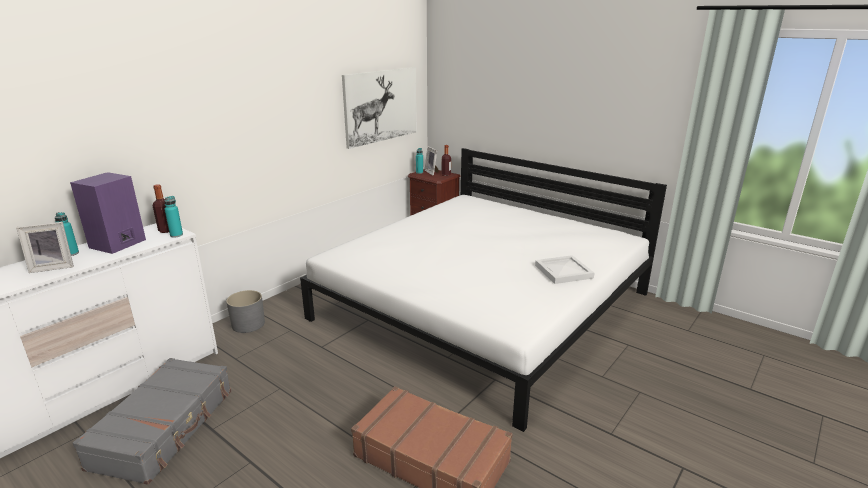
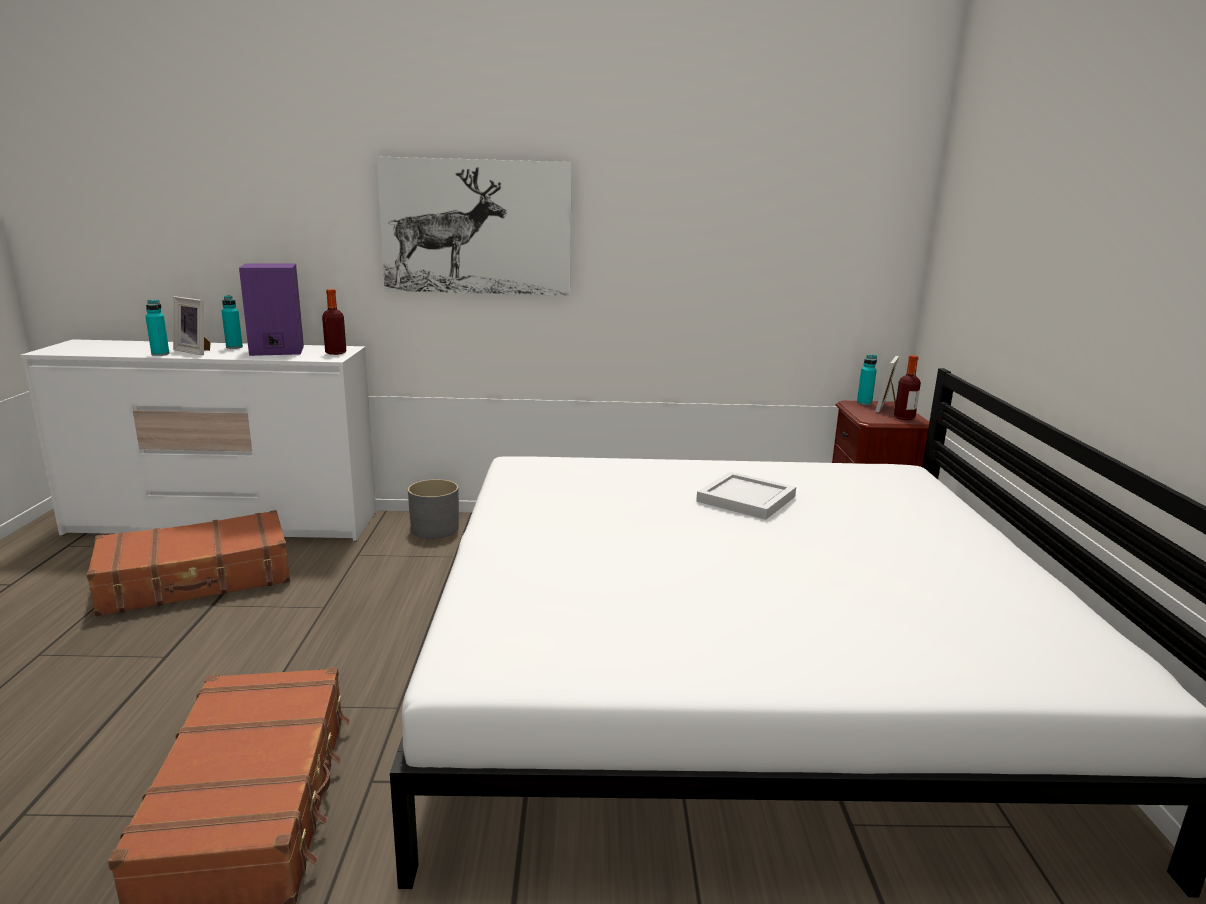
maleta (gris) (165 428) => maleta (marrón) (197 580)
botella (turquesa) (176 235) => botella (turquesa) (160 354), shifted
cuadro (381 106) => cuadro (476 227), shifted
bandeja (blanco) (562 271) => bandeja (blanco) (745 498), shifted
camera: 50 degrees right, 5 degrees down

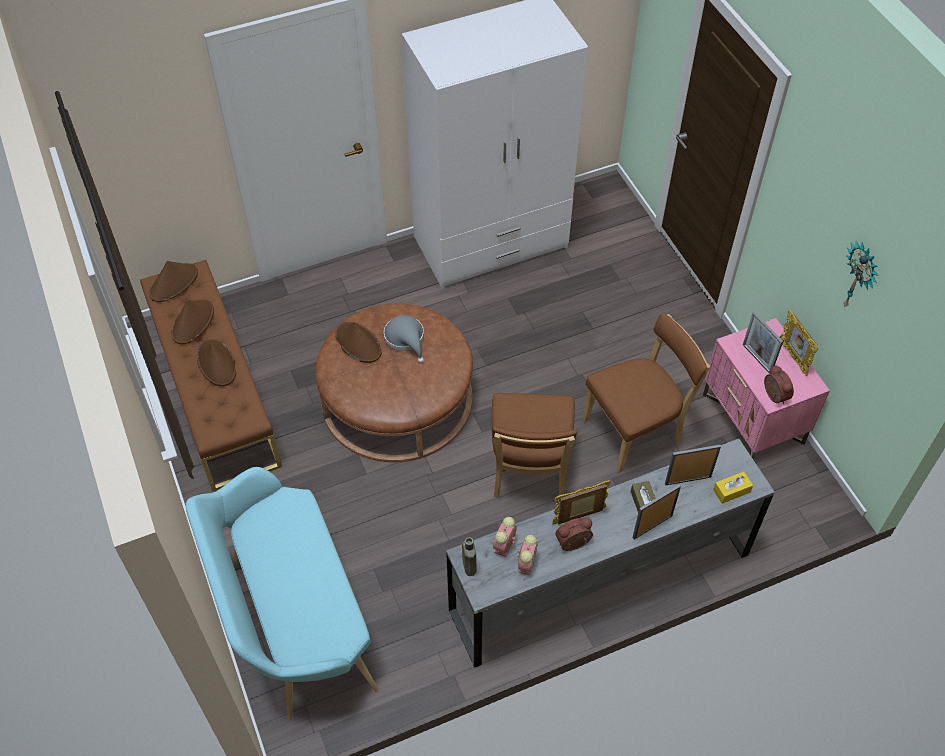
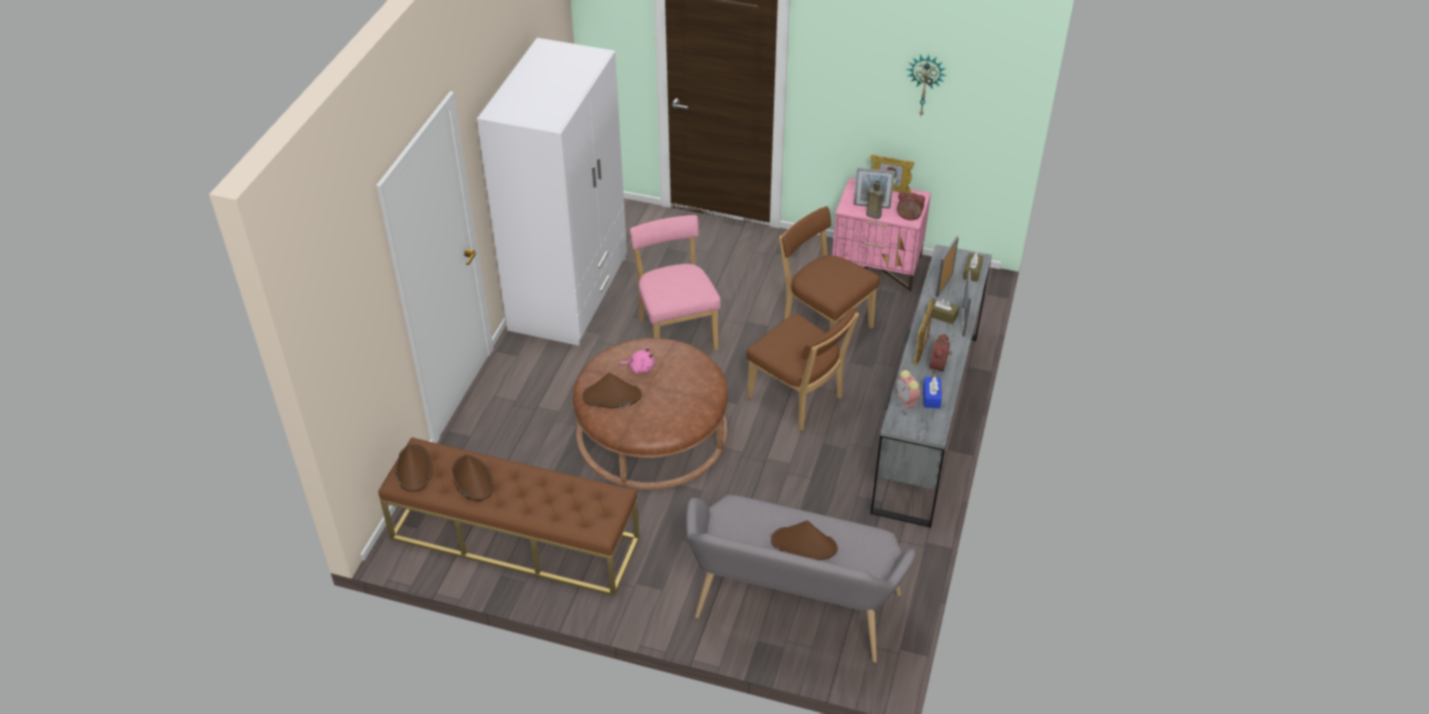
banco (turquesa) (293 622) => banco (gris) (792 612)
sombrero (marrón) (217 363) => sombrero (marrón) (804 544), shifted
sombrero (gris) (406 339) => peluche (rosa) (640 367)
botella (marrón) (469 565) => botella (marrón) (872 215), shifted
despertador (526 562) => caja de pañuelos (azul) (931 397)
silla (marrón) (636 430) => silla (marrón) (824 325), 60 degrees counterclockwise
caja de pañuelos (amarillo) (731 491) => caja de pañuelos (marrón) (972 271)
nothing => silla (rosa) (676 332)
camera: 50 degrees left, 10 degrees down

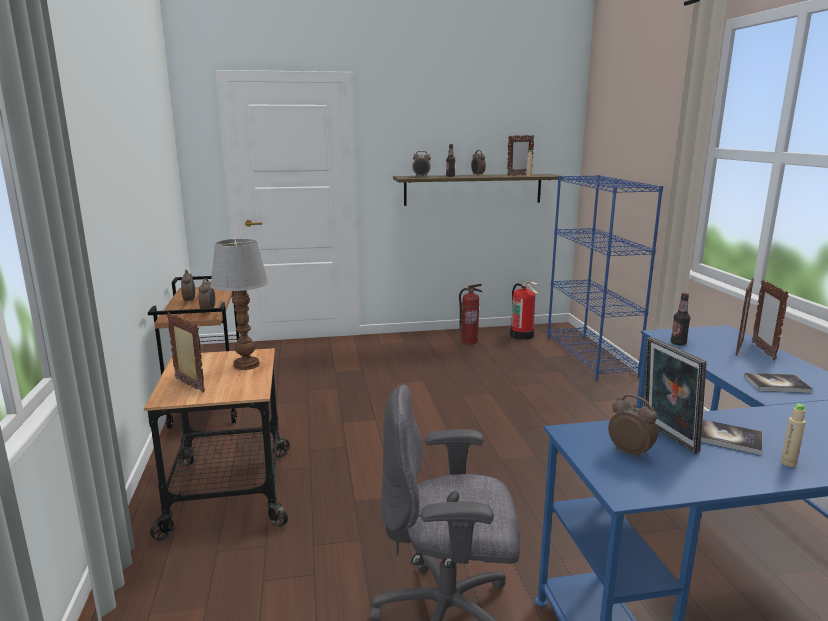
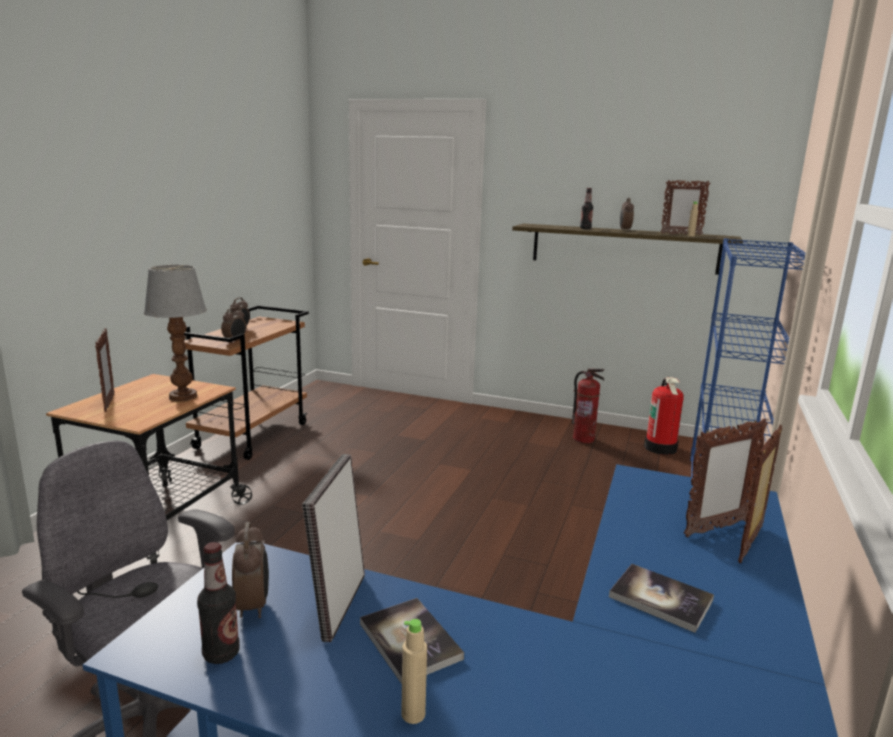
despertador (421 177) => nothing
botella (678 343) => botella (221 654), shifted
camera: 30 degrees right, 0 degrees up

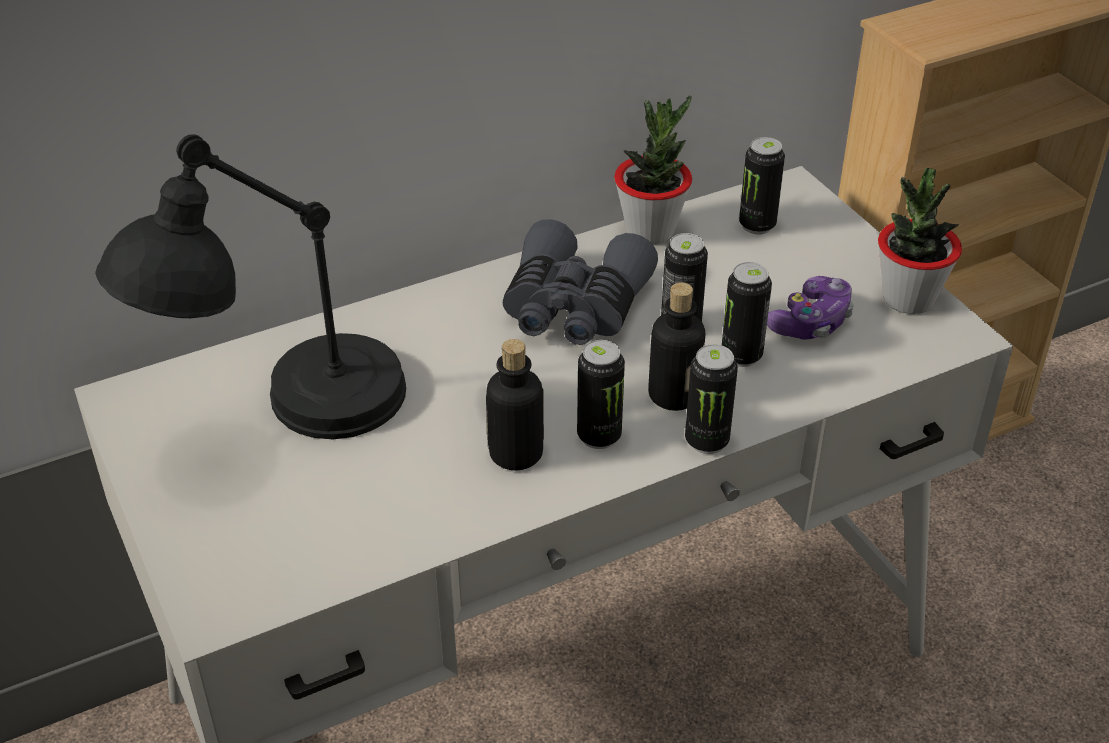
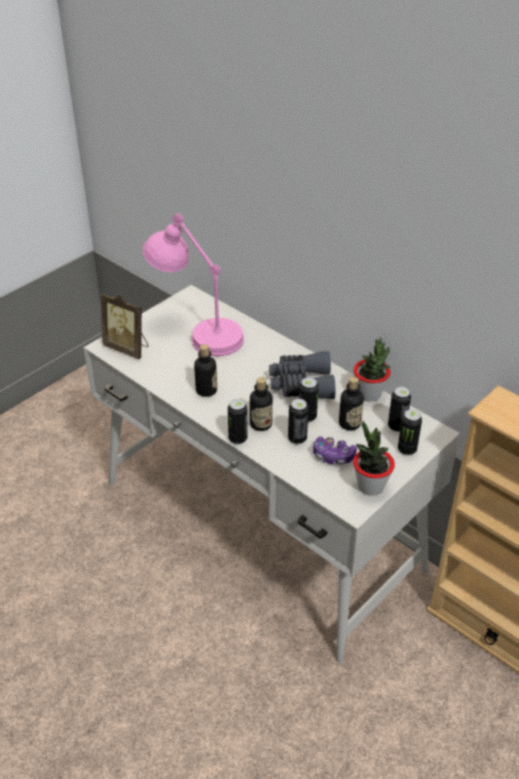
lámpara de mesa (negro) (283 420) => lámpara de mesa (rosa) (197 332)
lata (599 436) => lata (407 449), shifted
nothing => portarretratos (128 348)
nothing => botella (349 423)
camera: 70 degrees right, 0 degrees up

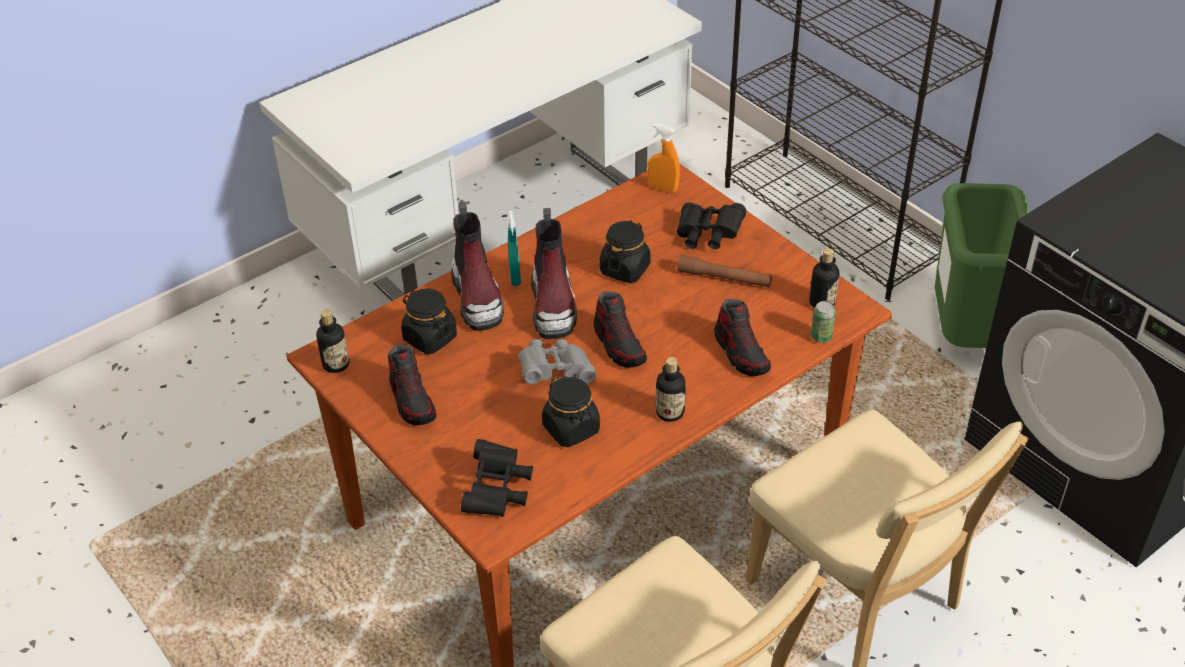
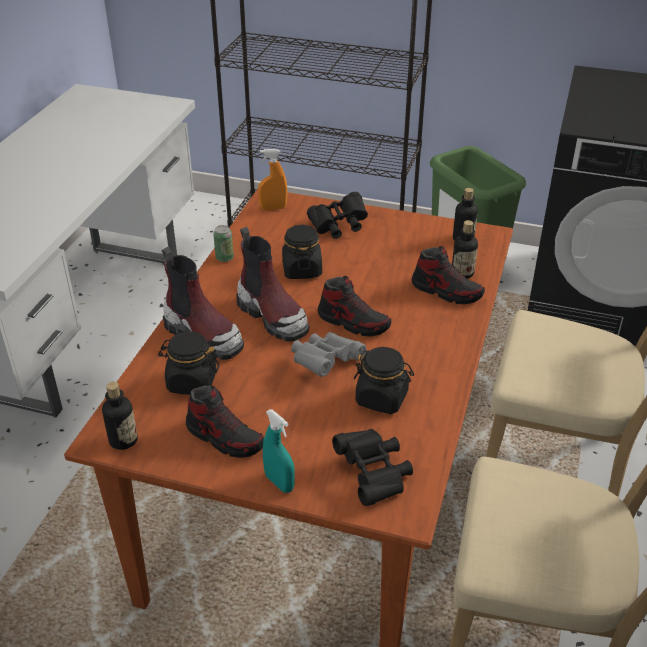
pulverizador (turquesa) (515 277) => pulverizador (turquesa) (279 483), shifted
botella (670 412) => botella (462 273), shifted
linterna (marrón) (724 278) => nothing
lata (821 337) => lata (224 258), shifted
camera: 35 degrees left, 5 degrees down

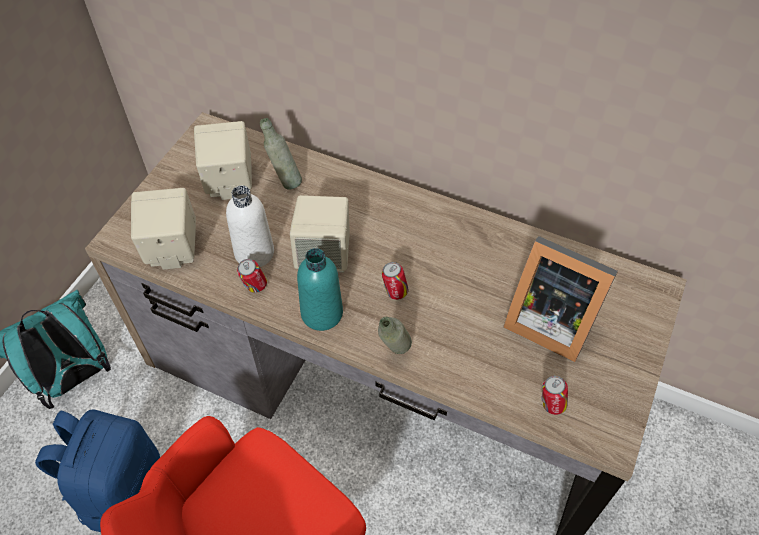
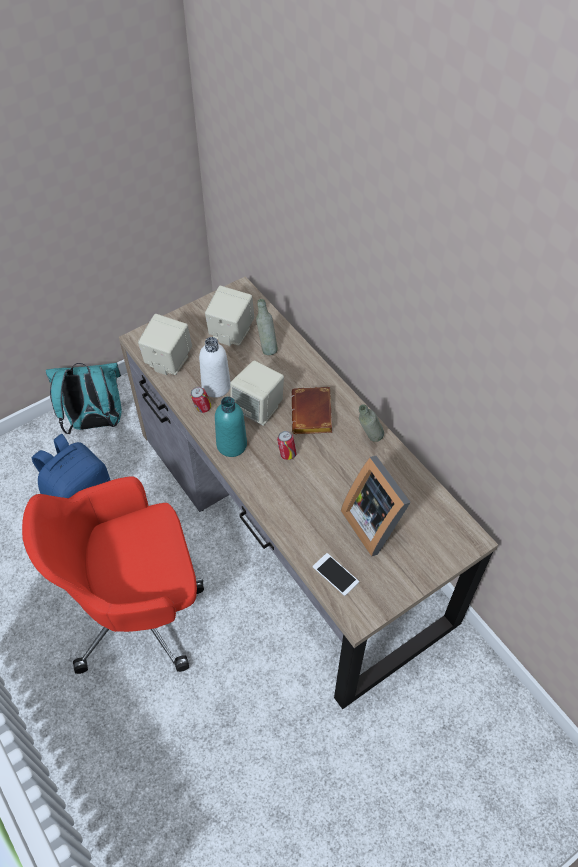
botella (gris) (394 354) => botella (gris) (368 439), shifted
lata (551 405) => móvil (335 574)
nothing => libro (marrón) (313 415)
camera: 30 degrees right, 0 degrees up

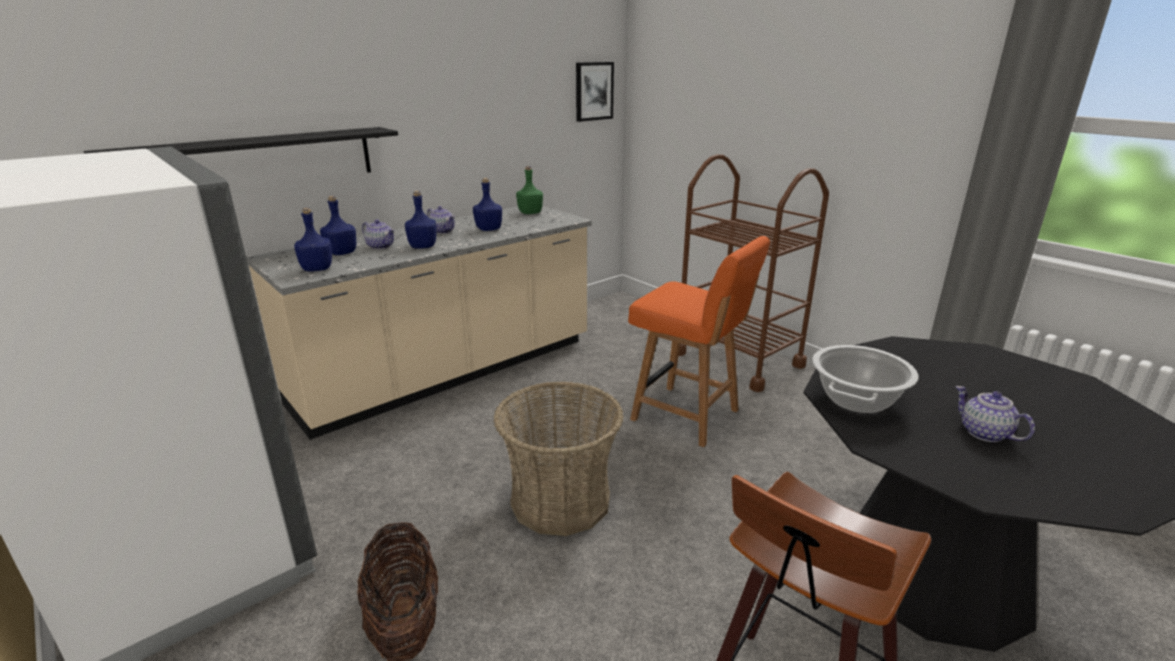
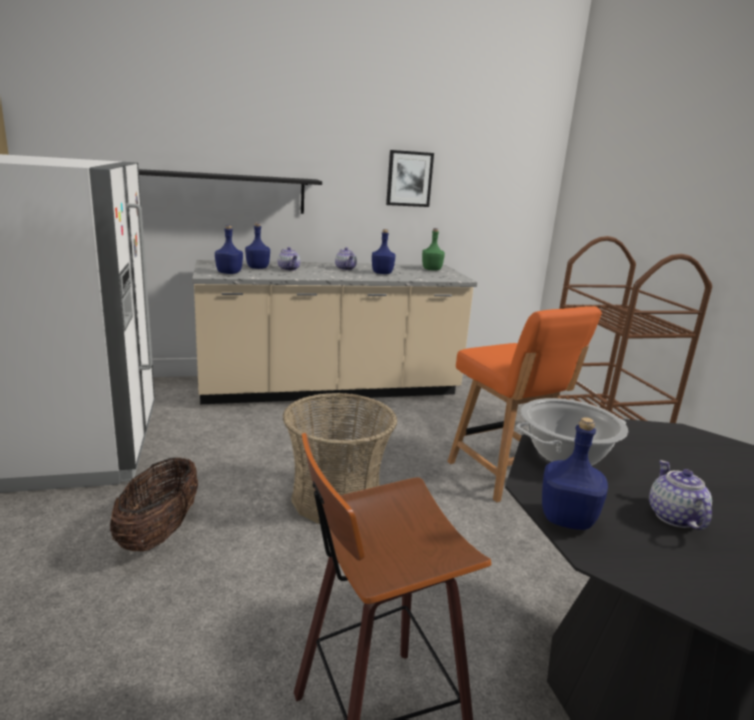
botella (azul) (423 246) => botella (azul) (568 519), shifted
cuadro (594 91) => cuadro (409 179), shifted
camera: 25 degrees right, 5 degrees down

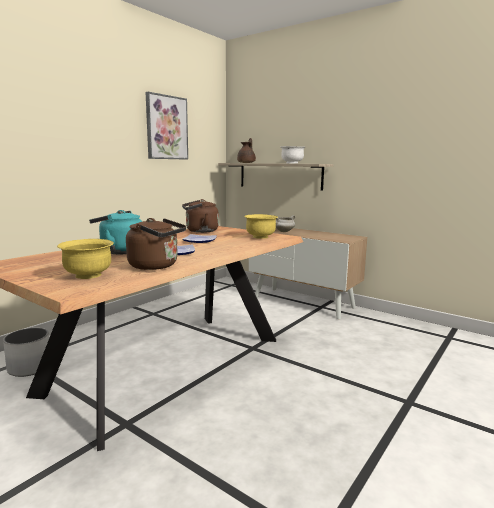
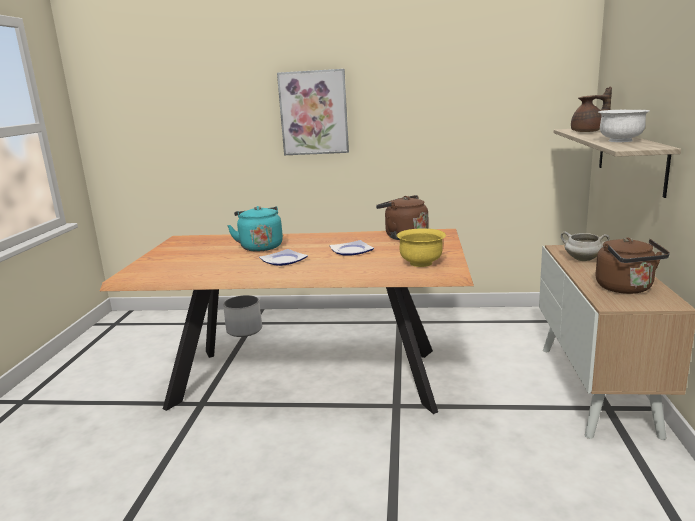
cuenco (amarillo) (88 275) => nothing
hervidor (marrón) (156 266) => hervidor (marrón) (626 289), shifted
cuadro (166 127) => cuadro (314 113), shifted
camera: 60 degrees right, 5 degrees up

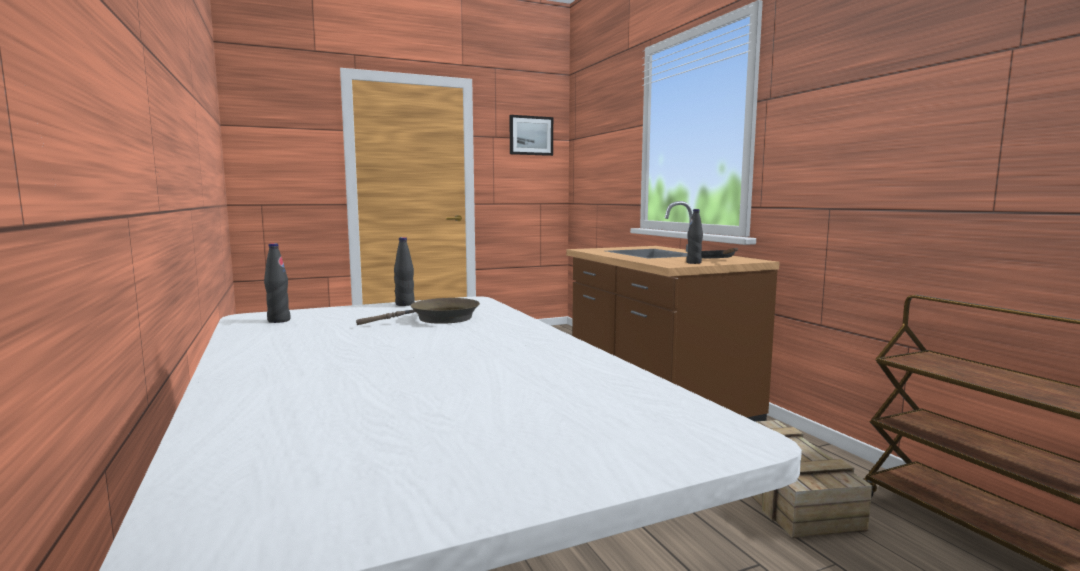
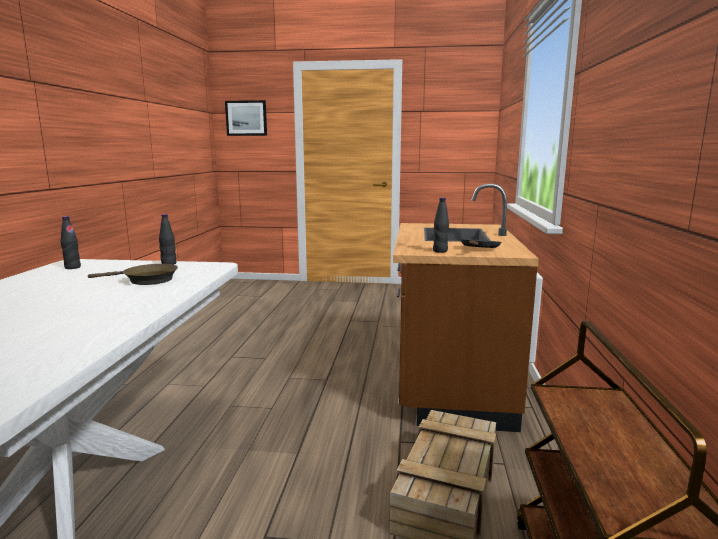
cuadro (531 135) => cuadro (246 118), shifted
camera: 30 degrees right, 5 degrees up

